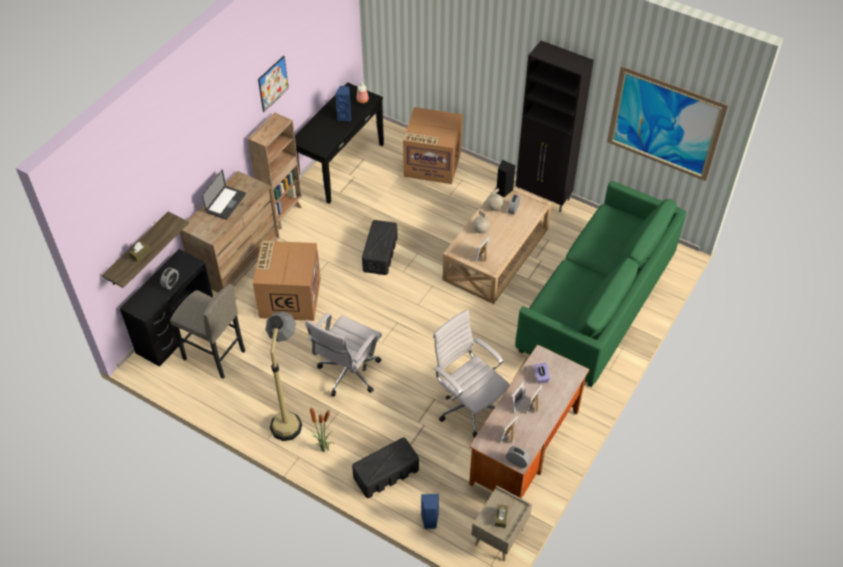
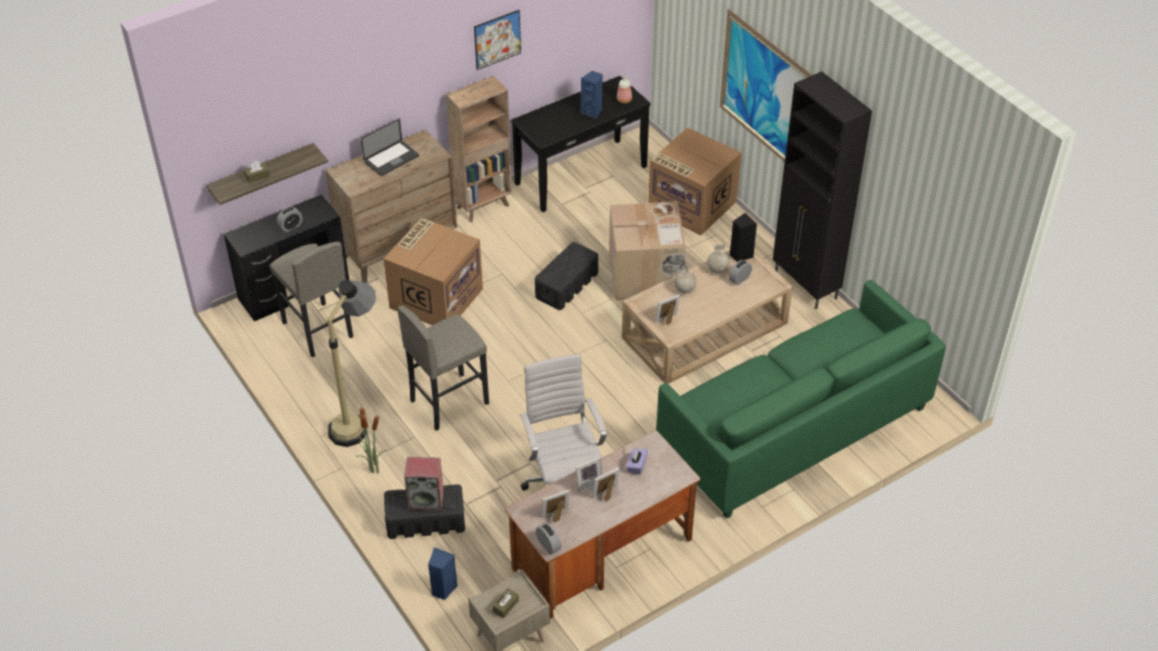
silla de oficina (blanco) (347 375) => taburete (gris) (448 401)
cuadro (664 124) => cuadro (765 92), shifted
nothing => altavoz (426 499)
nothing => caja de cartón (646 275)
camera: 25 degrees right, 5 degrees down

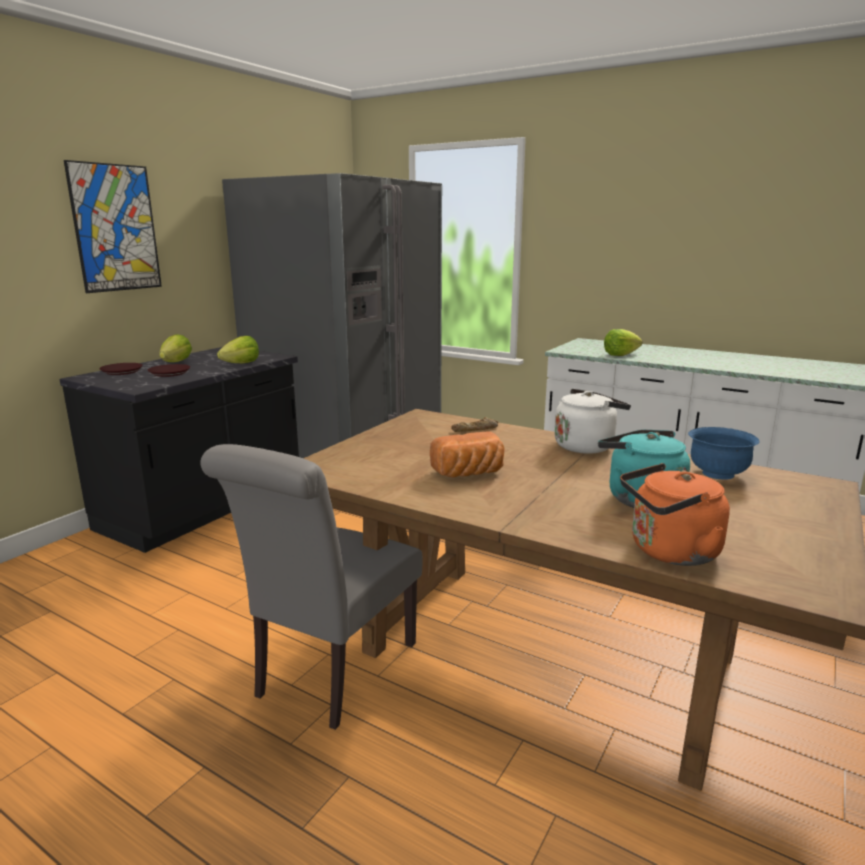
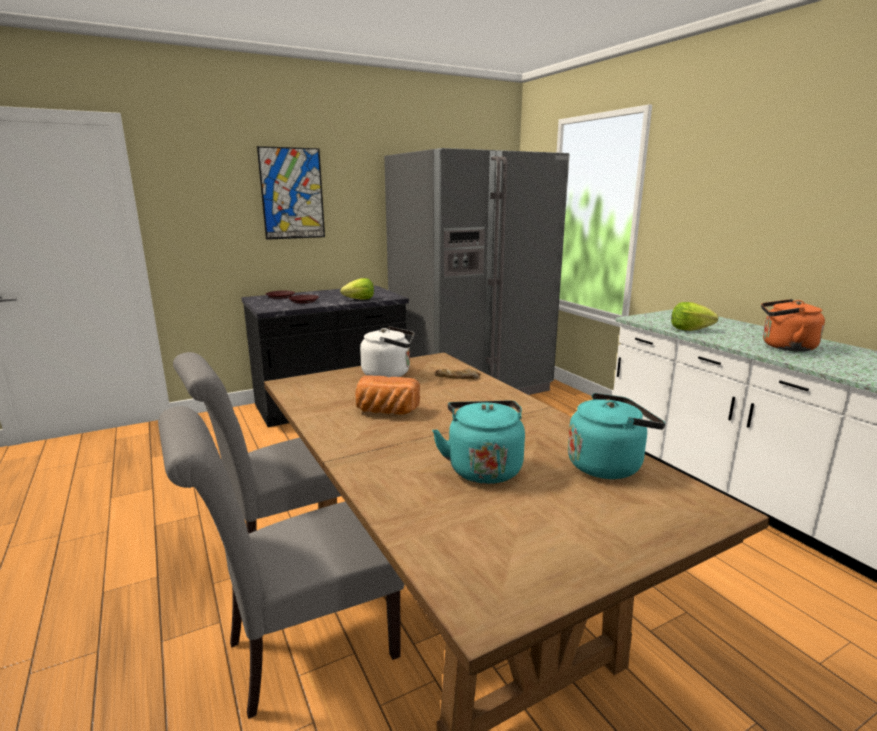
lechuga (176 362) => nothing
hervidor (blanco) (586 446) => hervidor (blanco) (389 374), shifted
hervidor (naranja) (669 552) => hervidor (naranja) (784 347), shifted
cuenco (azul) (717 474) => hervidor (turquesa) (608 465)
nothing => silla (gris) (301 652)
camera: 30 degrees right, 0 degrees up

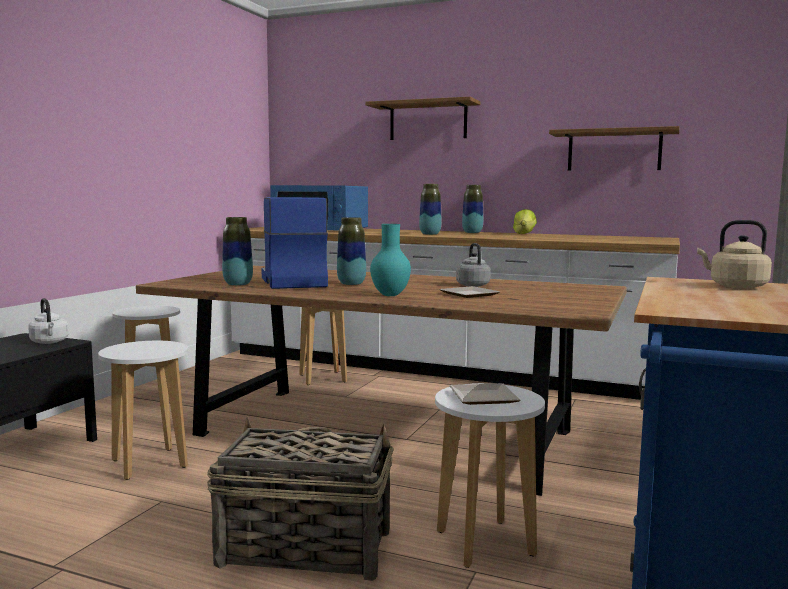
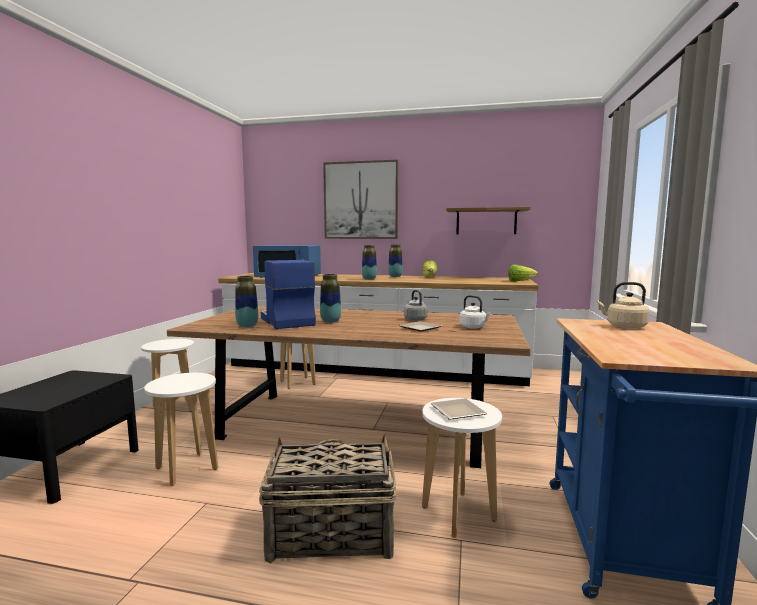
hervidor (blanco) (49 342) => hervidor (blanco) (474 327), shifted
estante (428 121) => cuadro (361 200)
florero (turquesa) (389 295) => nothing
nothing => lechuga (520 281)
camera: 10 degrees left, 0 degrees up

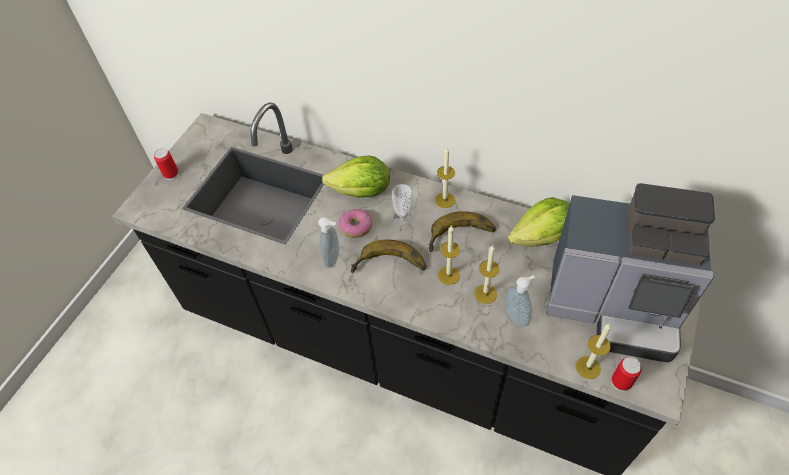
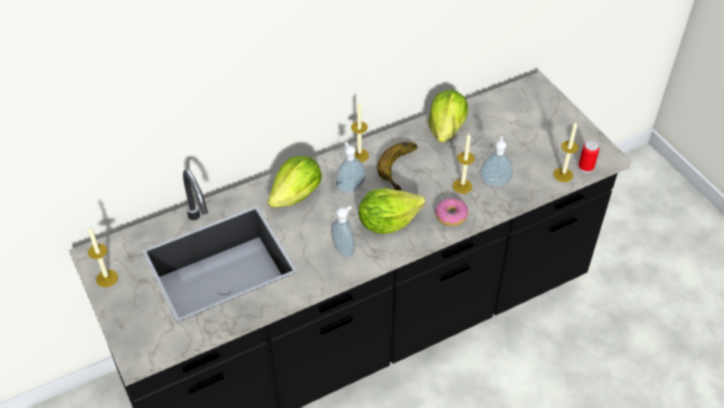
lata (171 174) => nothing
rosquilla (356 227) => rosquilla (451 215), shifted
plátano (389 267) => lechuga (387 222)
taza (403 218) => dispensador de jabón (350 188)
vela (448 275) => vela (107 278), shifted
cafetera (614 307) => nothing
camera: 55 degrees left, 5 degrees down

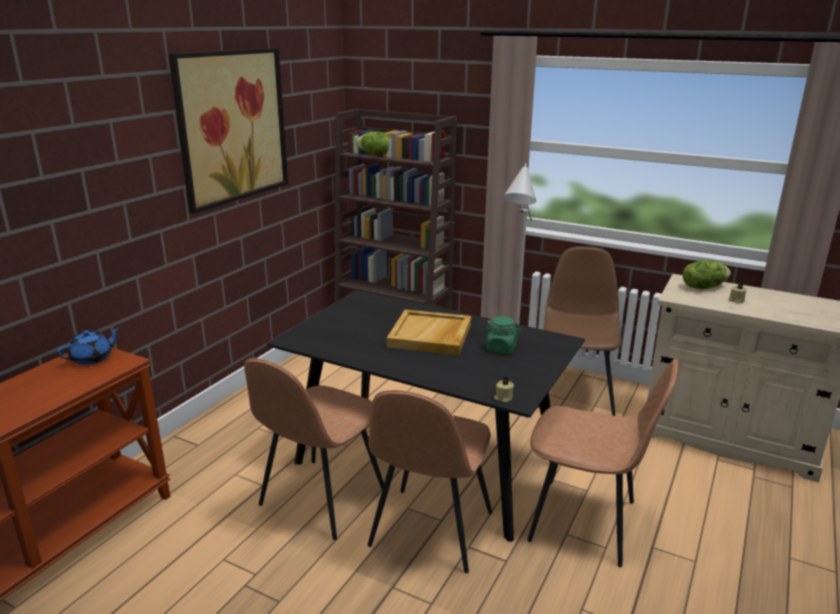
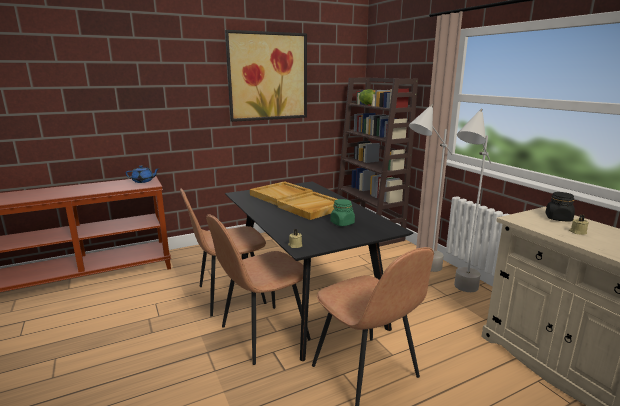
silla (marrón) (574 393) => lámpara de pie (gris) (459 294)
lechuga (703 287) => tarro (negro) (558 218)
nothing => bandeja (beis) (281 195)
camera: 35 degrees right, 5 degrees down

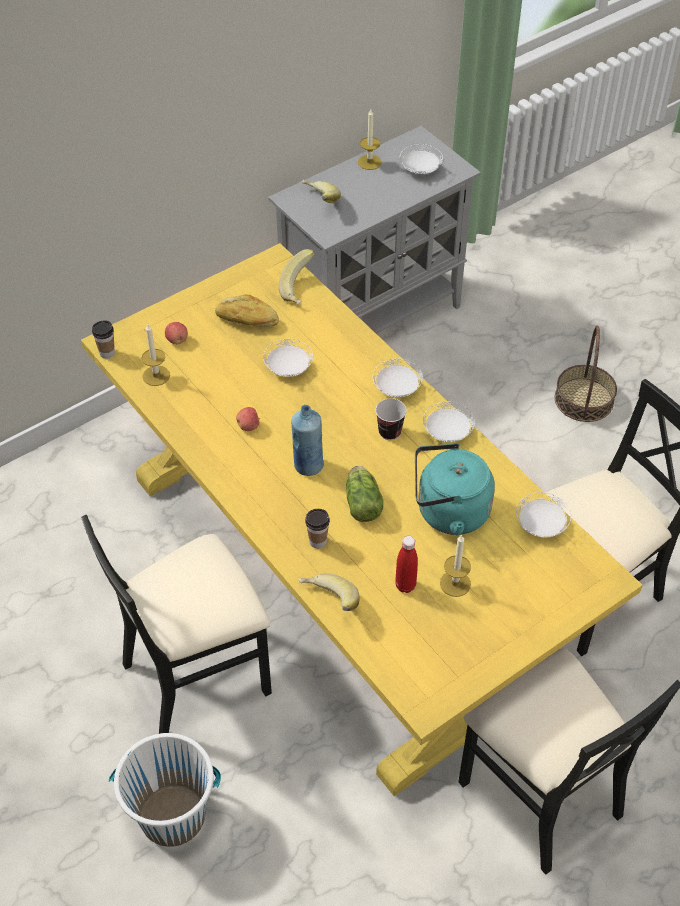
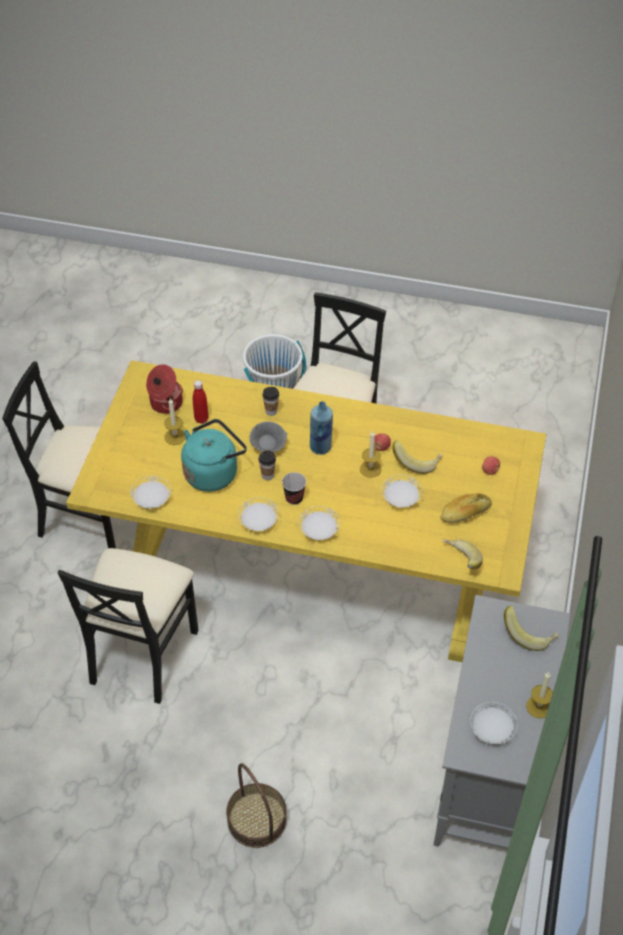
taza (107 353) => taza (267 475), shifted
vela (156 375) => vela (370 469), shifted
plátano (328 602) => plátano (417 462), shifted
lechuga (362 501) => cuenco (gris) (268 447)
nothing => olla (165 403)
camera: 140 degrees right, 0 degrees up

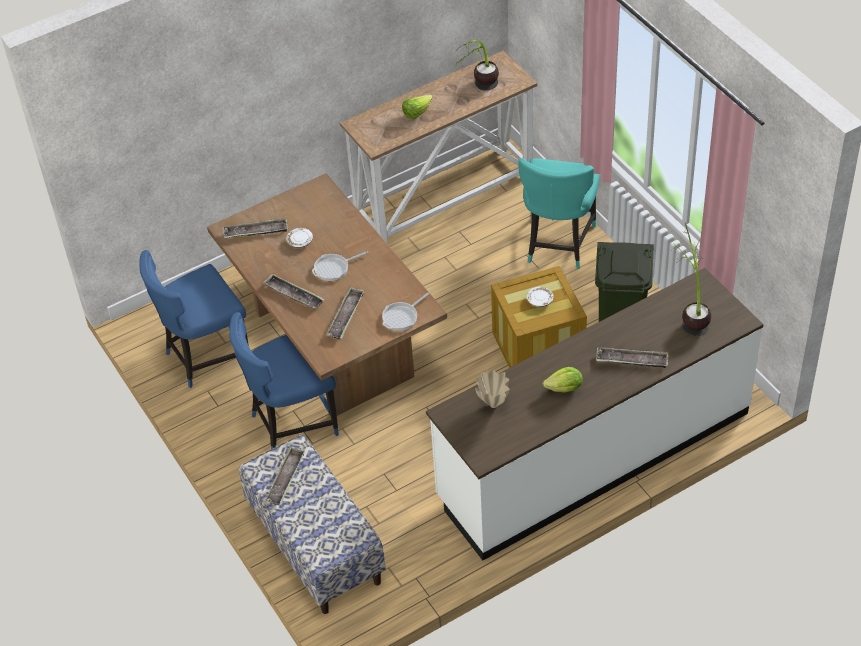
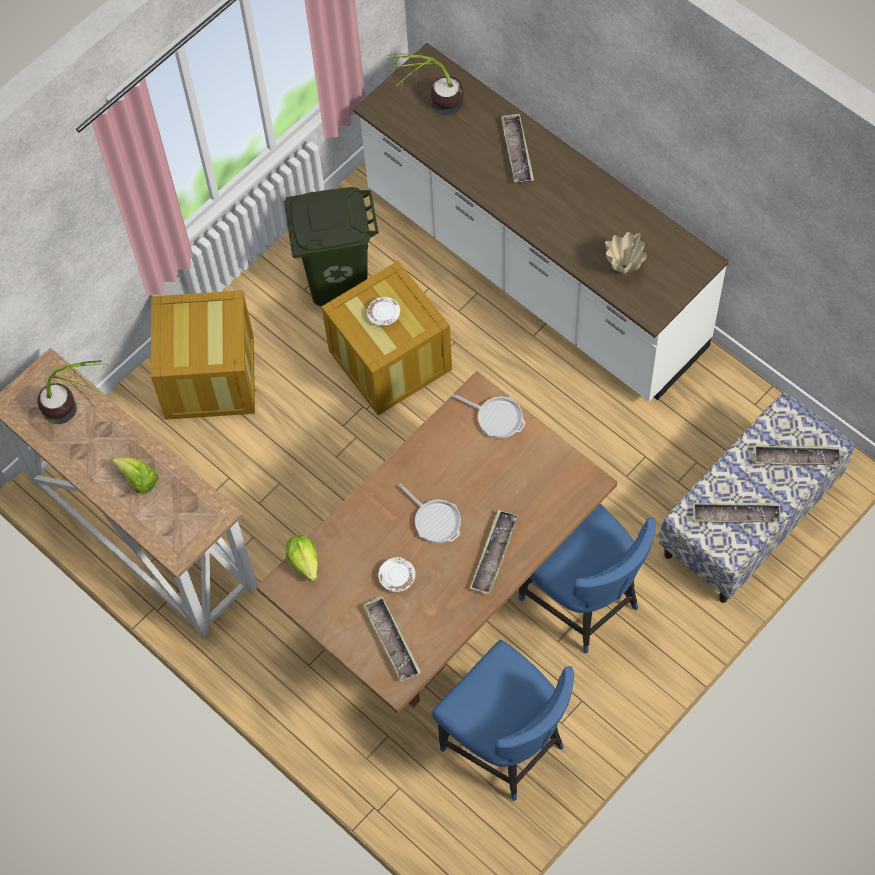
bandeja (346 316) => bandeja (796 458), shifted
silla (turquesa) (558 244) => caja de embalaje (209 377)
lechuga (565 388) => lechuga (304 561), shifted
camera: 105 degrees left, 15 degrees up

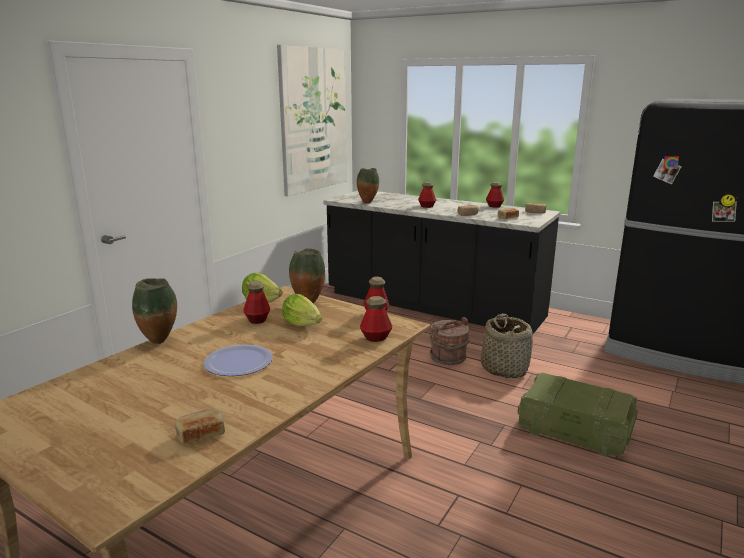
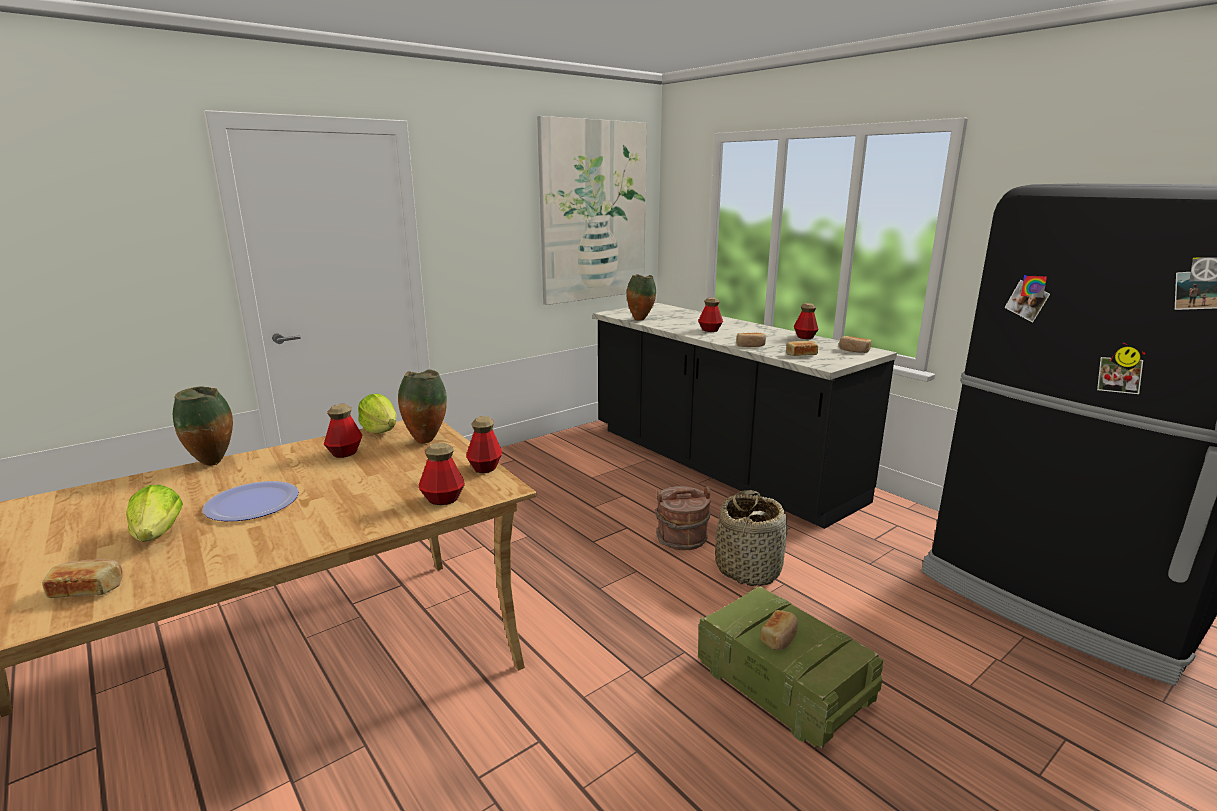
lechuga (302 324) => lechuga (158 535), shifted
nothing => pan (779 638)
camera: 20 degrees right, 0 degrees up

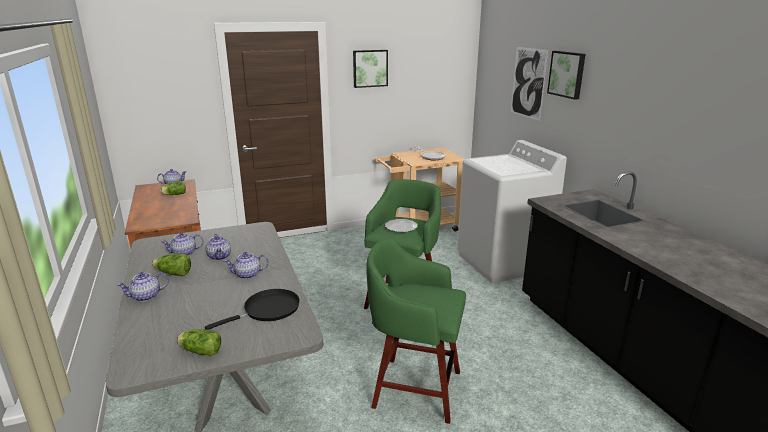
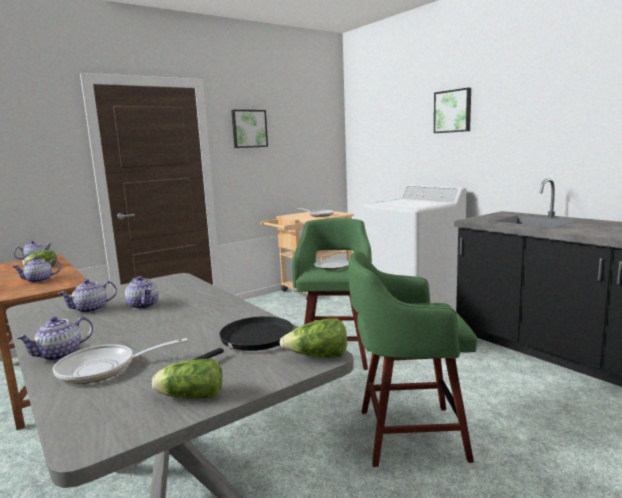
lechuga (173 274) => lechuga (318 357), shifted
tetera (247 275) => tetera (39 280), shifted
cuadro (528 83) => nothing
nothing => sartén (104 368)
camera: 15 degrees left, 10 degrees down

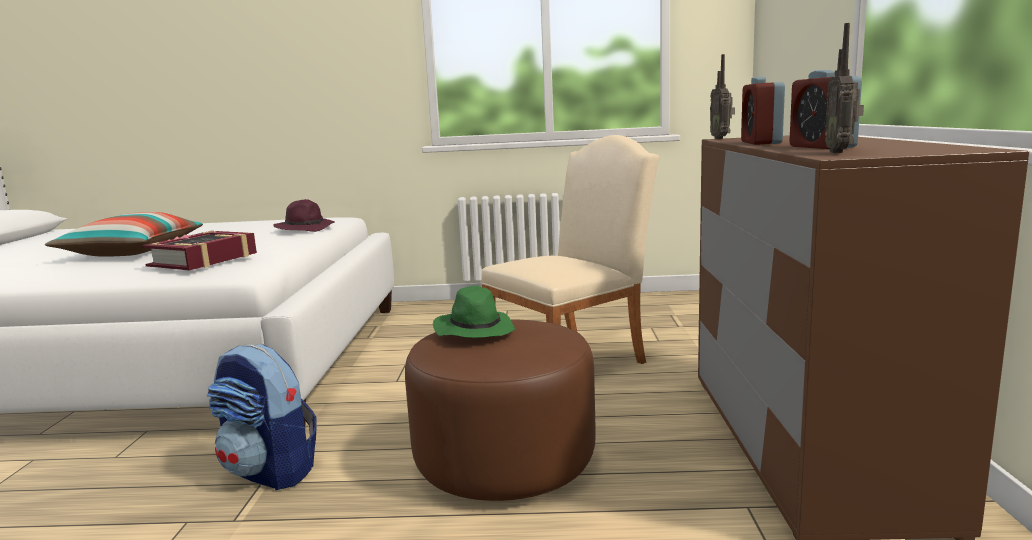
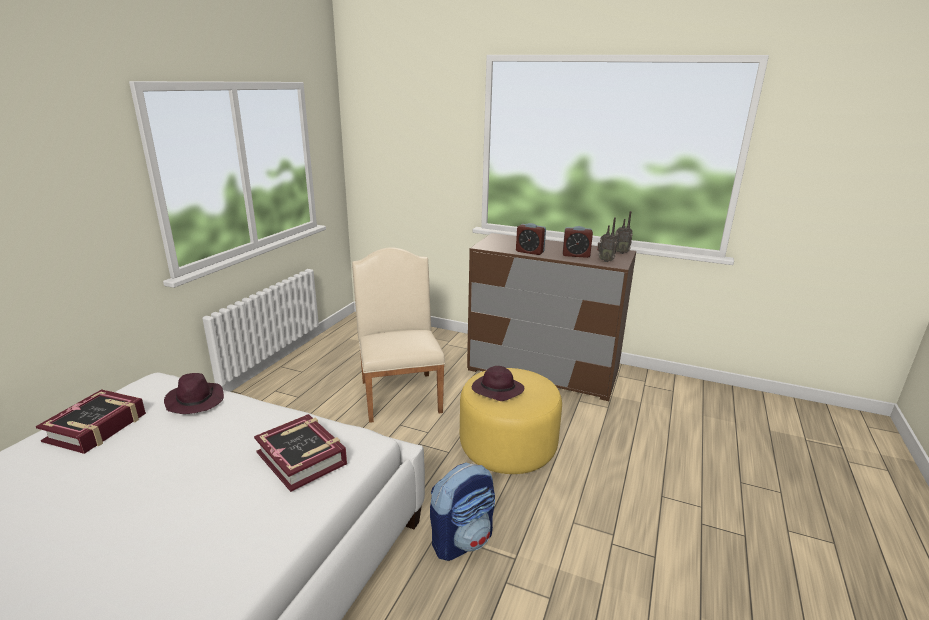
cojín (132 252) => nothing
puf (marrón) (505 461) => puf (amarillo) (507 447)
sombrero (verde) (474 331) => sombrero (morado) (496 390)
radio (721 138) => radio (620 252), shifted
nothing => libro (96 427)
camera: 70 degrees left, 10 degrees up

